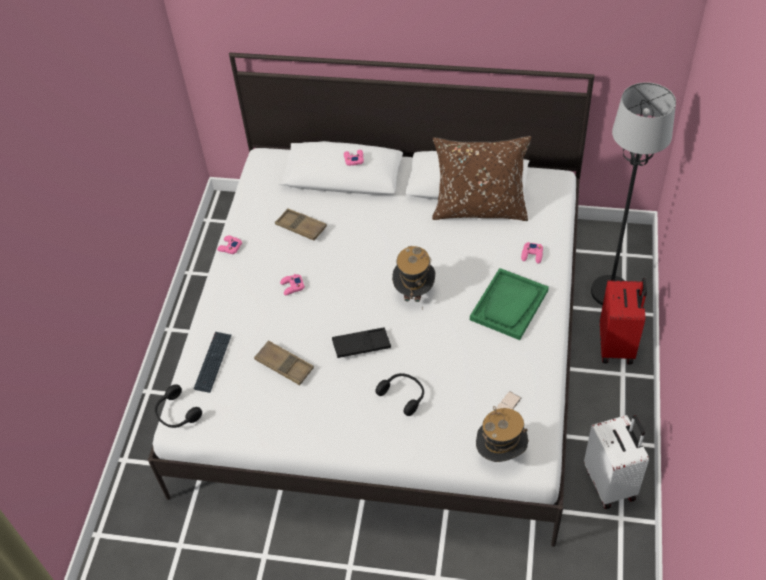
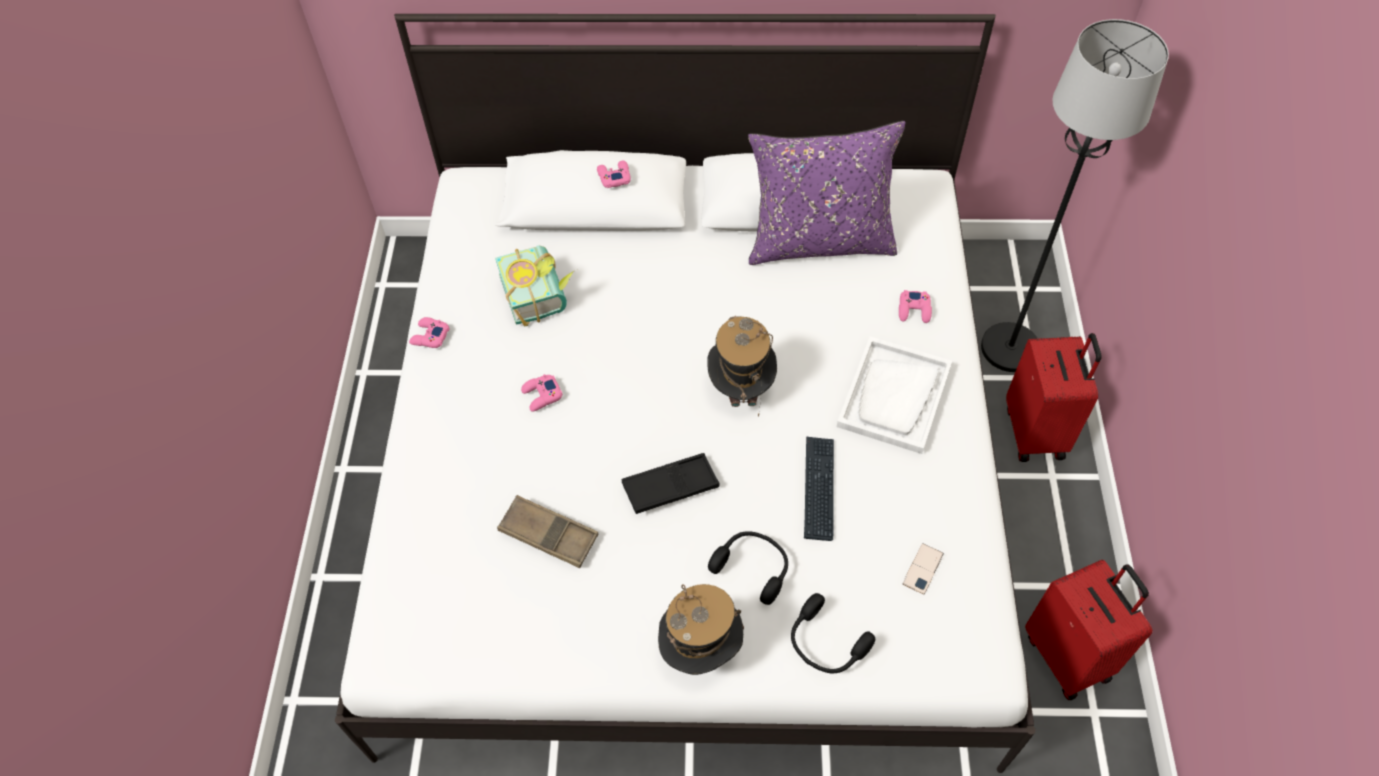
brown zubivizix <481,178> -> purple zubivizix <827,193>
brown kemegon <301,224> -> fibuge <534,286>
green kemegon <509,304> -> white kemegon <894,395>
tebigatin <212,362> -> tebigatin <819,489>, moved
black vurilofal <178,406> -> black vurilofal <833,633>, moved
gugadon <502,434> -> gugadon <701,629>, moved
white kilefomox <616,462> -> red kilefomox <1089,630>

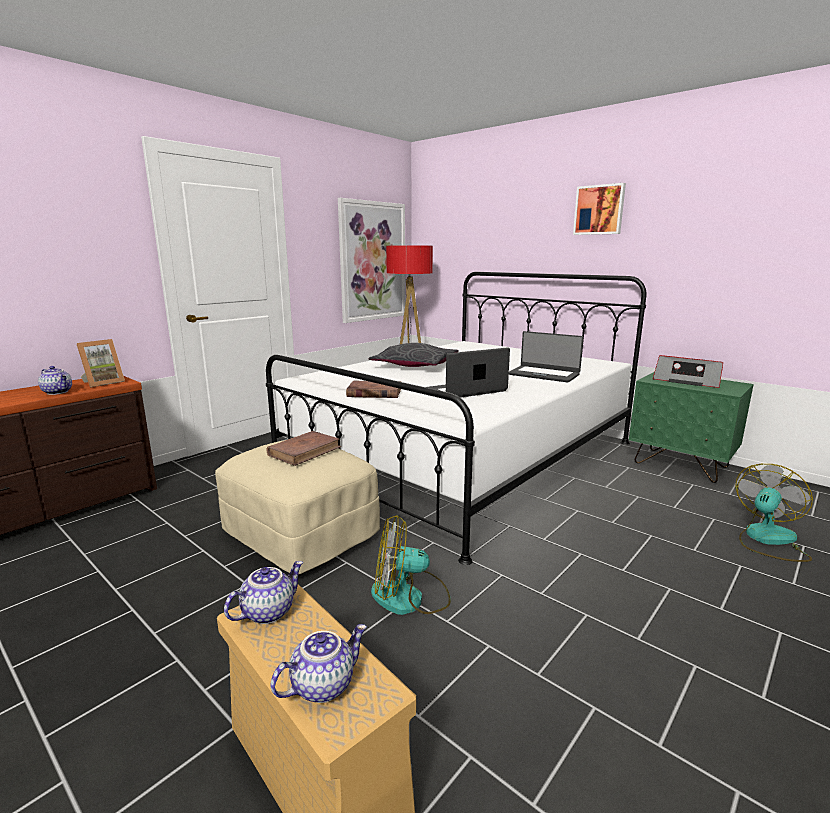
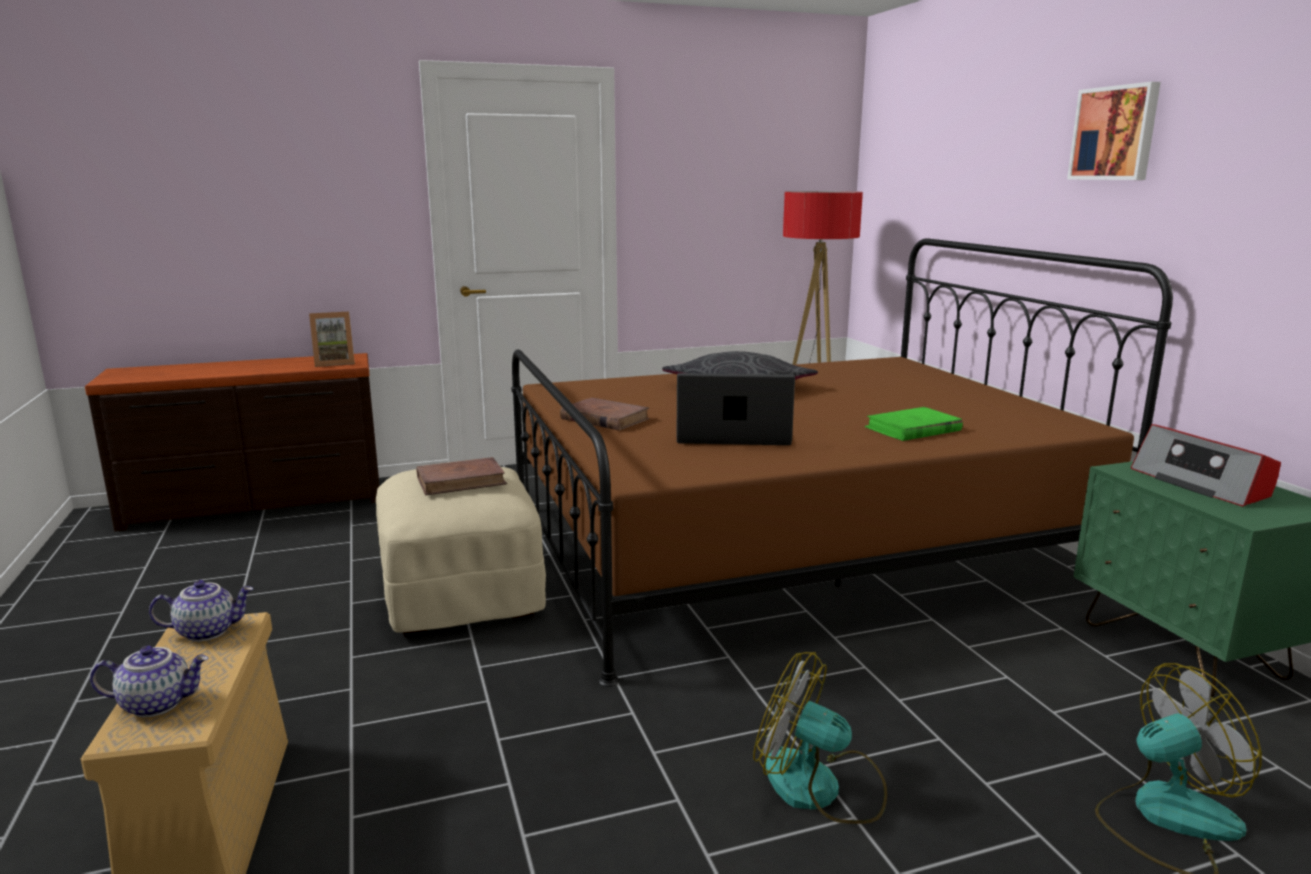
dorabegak <371,260> -> none
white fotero <456,418> -> brown fotero <842,462>
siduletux <546,356> -> green fibuge <914,424>
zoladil <55,380> -> none
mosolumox <411,565> -> mosolumox <820,738>, moved

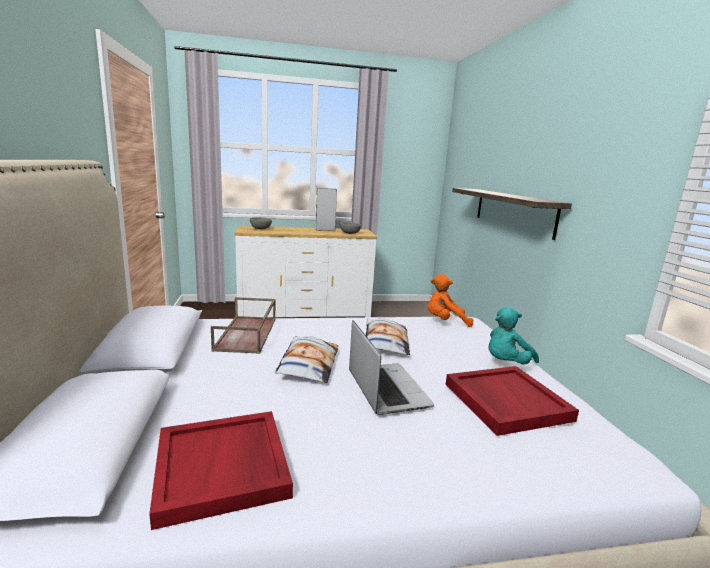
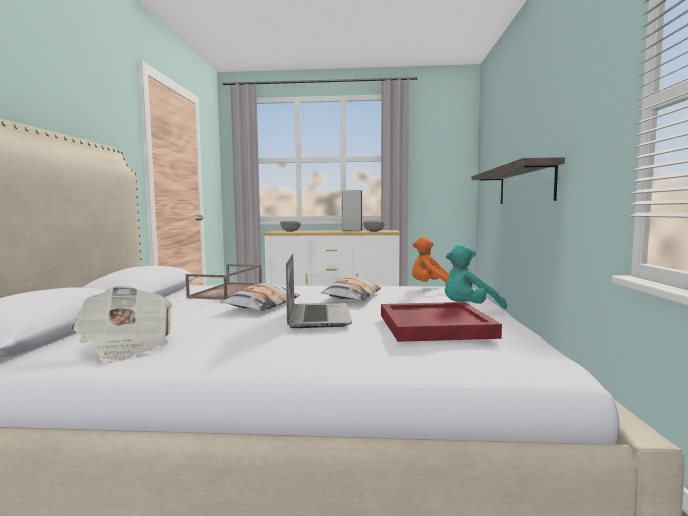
red kemegon <221,470> -> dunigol <122,324>

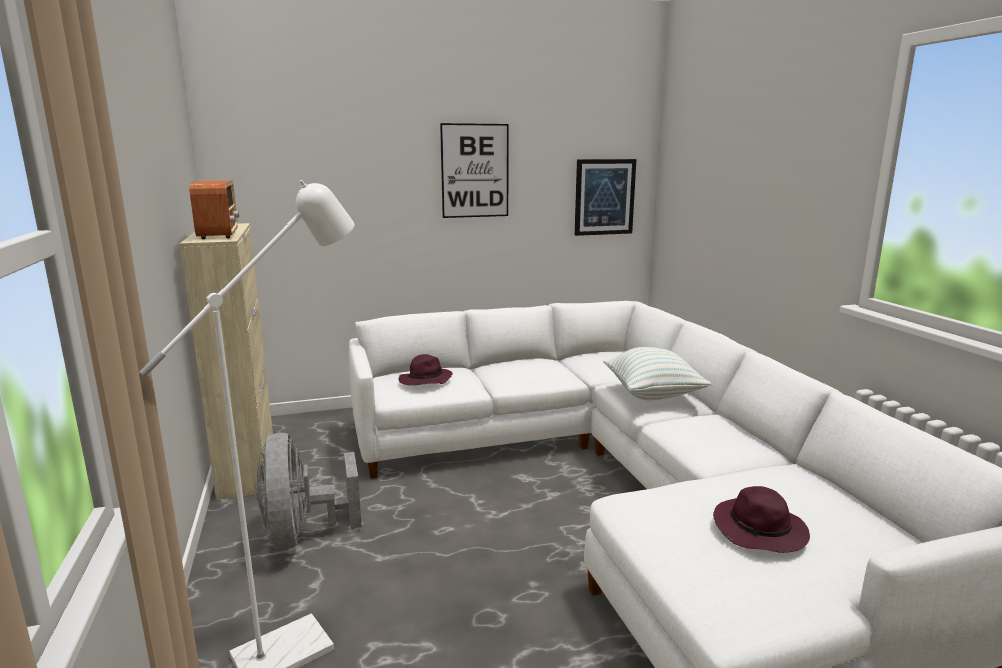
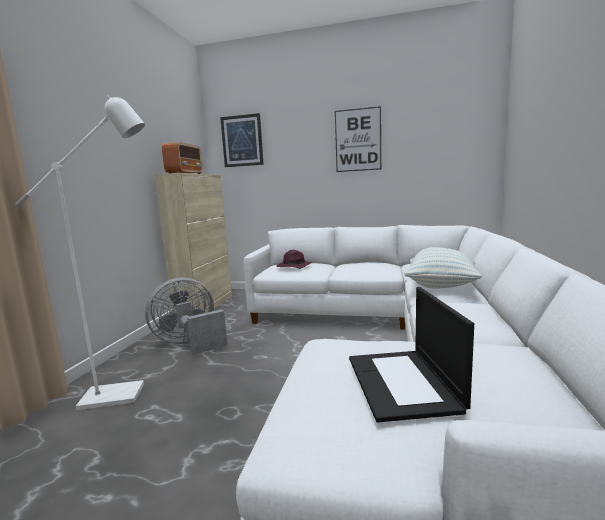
dorabegak <605,197> -> dorabegak <242,140>, moved
grey mosolumox <309,491> -> grey mosolumox <186,316>, 45 degrees clockwise
purple gugadon <761,519> -> siduletux <411,355>

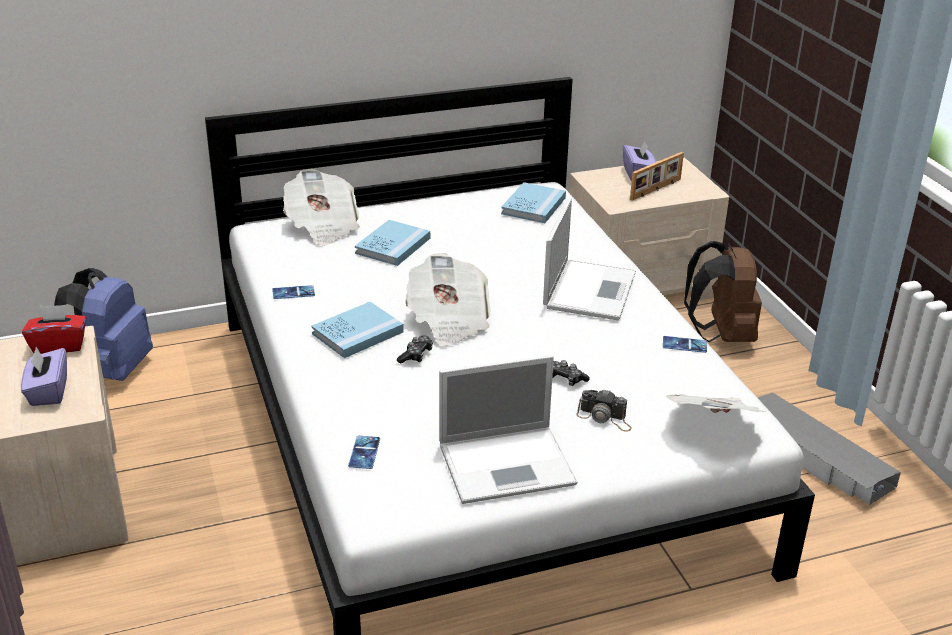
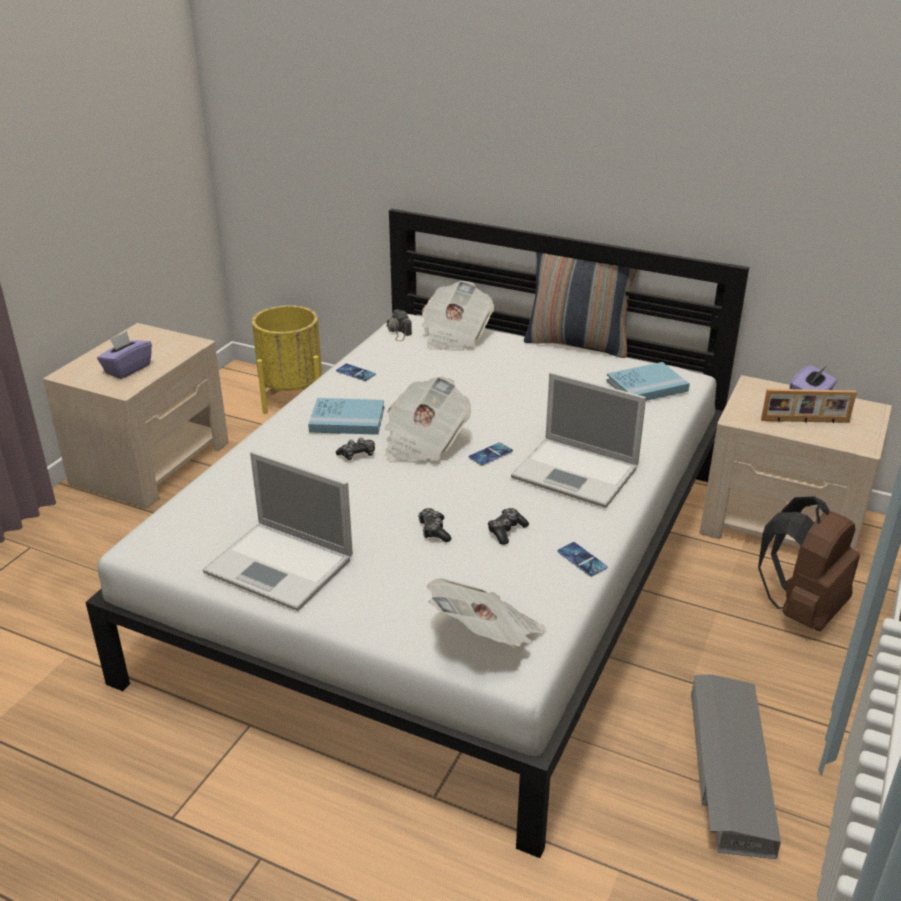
siduletux <589,259> -> siduletux <578,440>, 60 degrees clockwise
blue fibuge <392,243> -> none
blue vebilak <103,324> -> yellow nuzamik <287,359>
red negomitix <54,329> -> none
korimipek <604,410> -> korimipek <399,325>, moved
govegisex <364,452> -> govegisex <491,453>, moved
none -> zubivizix <581,305>
none -> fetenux <508,526>

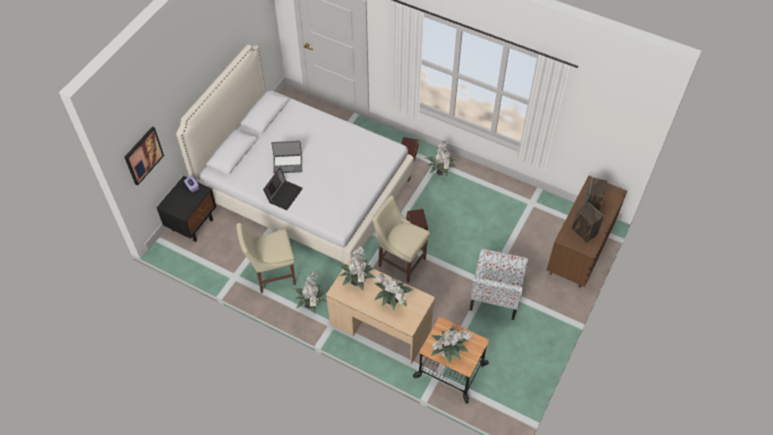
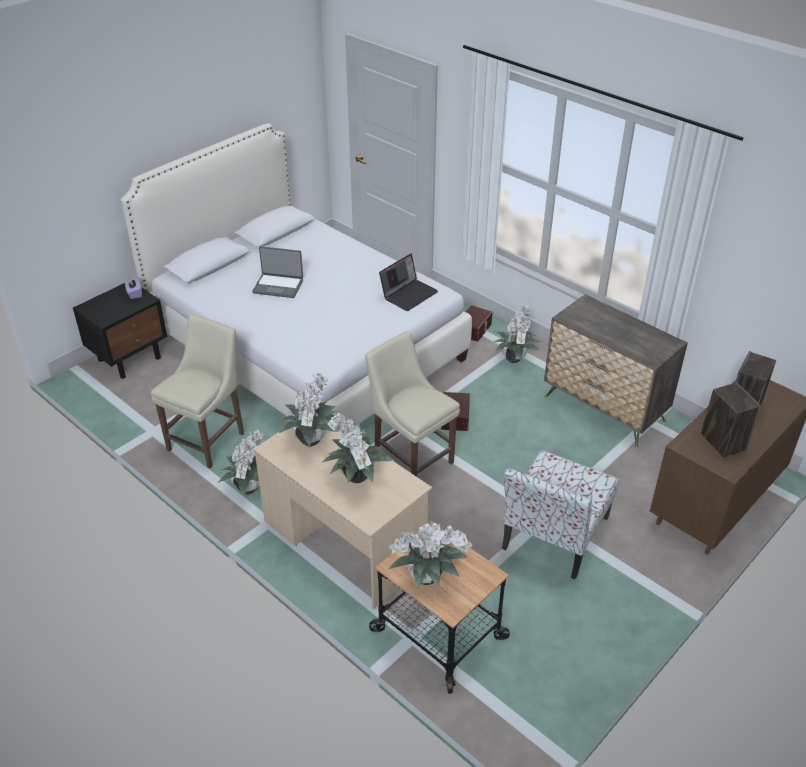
dorabegak <144,156> -> none
siduletux <283,189> -> siduletux <408,282>, moved
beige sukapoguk <266,258> -> beige sukapoguk <197,391>, 120 degrees clockwise
none -> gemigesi <616,371>

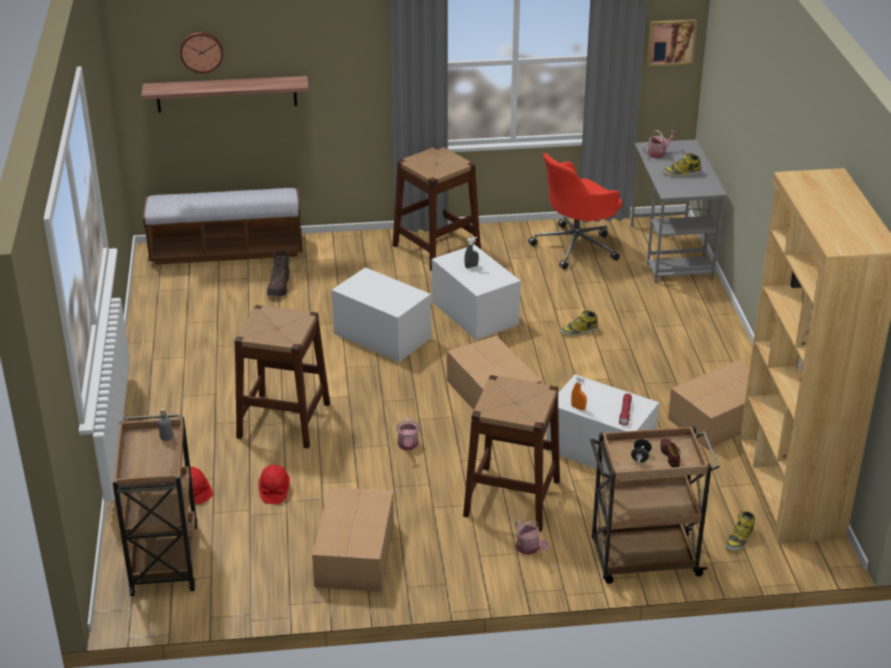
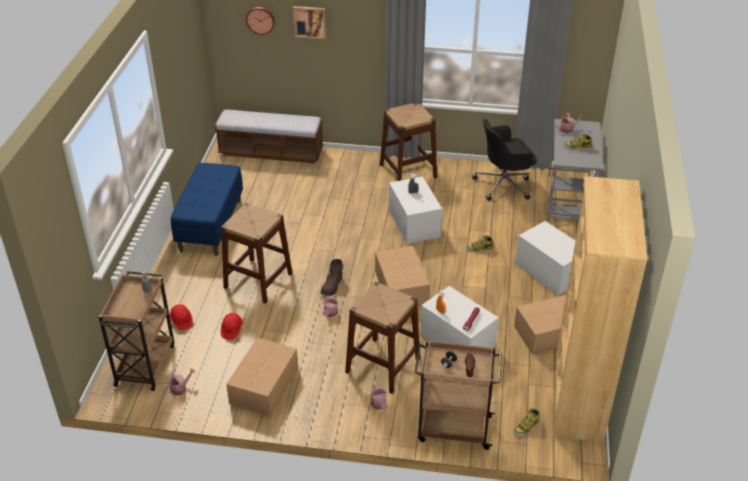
dorabegak <672,42> -> dorabegak <309,23>, moved
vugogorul <225,94> -> none
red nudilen <575,211> -> black nudilen <504,160>
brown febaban <279,273> -> brown febaban <332,277>, moved
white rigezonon <381,314> -> white rigezonon <545,258>, moved
none -> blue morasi <207,209>
none -> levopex <179,382>

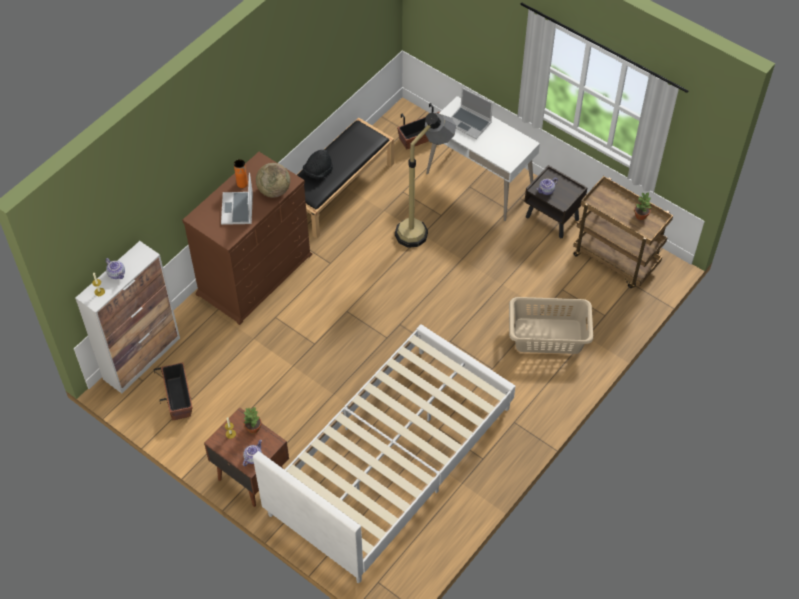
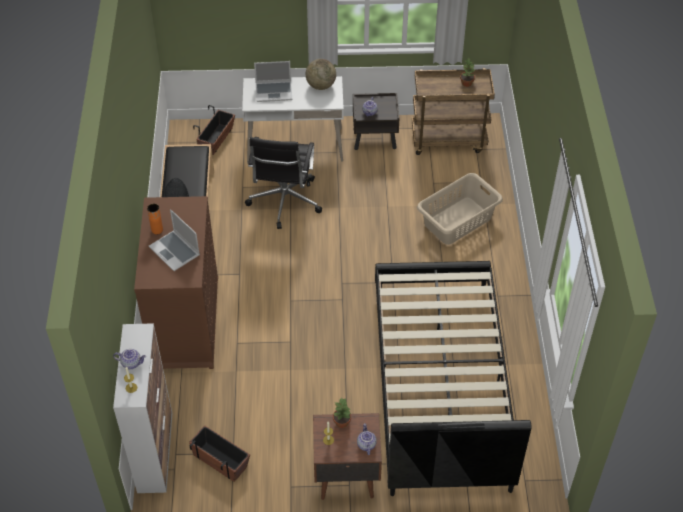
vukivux <425,180> -> black nudilen <283,183>
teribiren <273,180> -> teribiren <321,74>, moved
white fotero <384,453> -> black fotero <453,378>

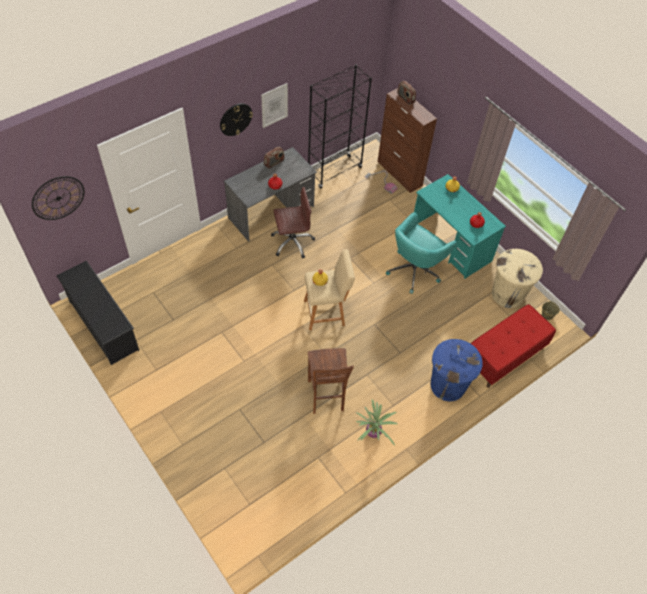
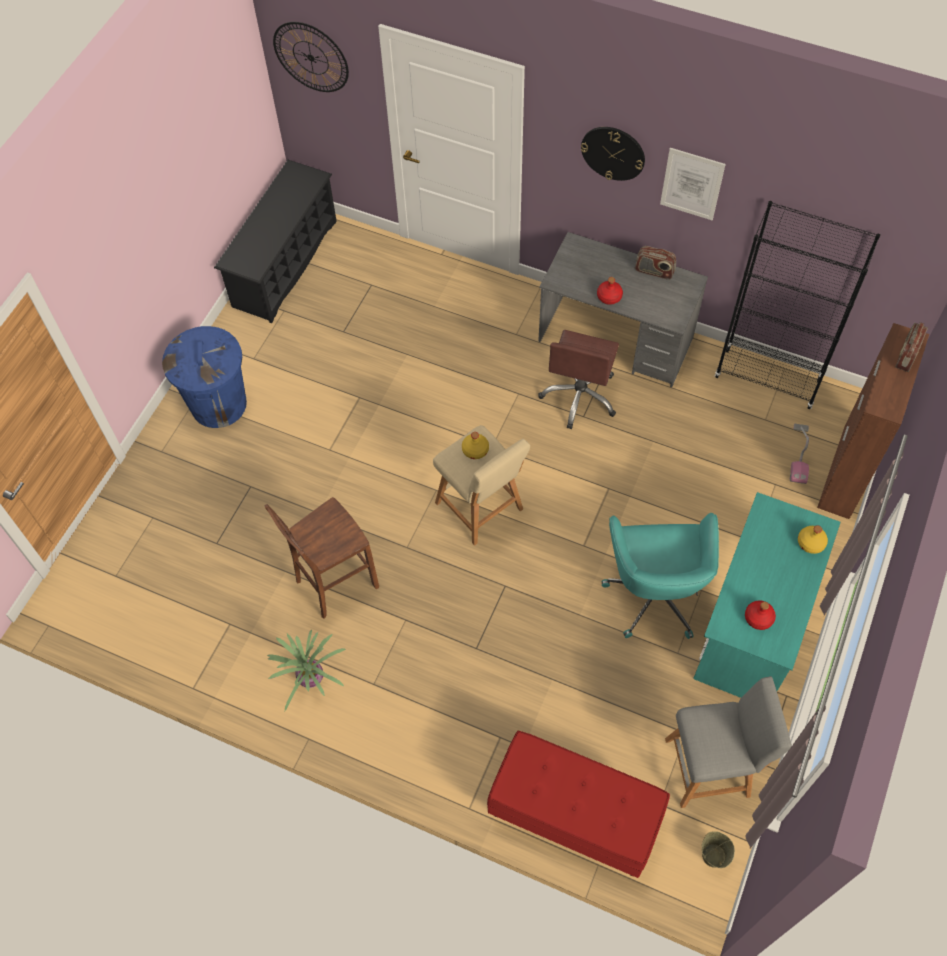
brown nudilen <293,223> -> brown nudilen <578,379>, 60 degrees clockwise
turquoise nudilen <421,253> -> turquoise nudilen <660,576>, 105 degrees counterclockwise
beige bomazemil <517,278> -> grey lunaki <728,742>
blue bomazemil <456,370> -> blue bomazemil <204,377>, moved

